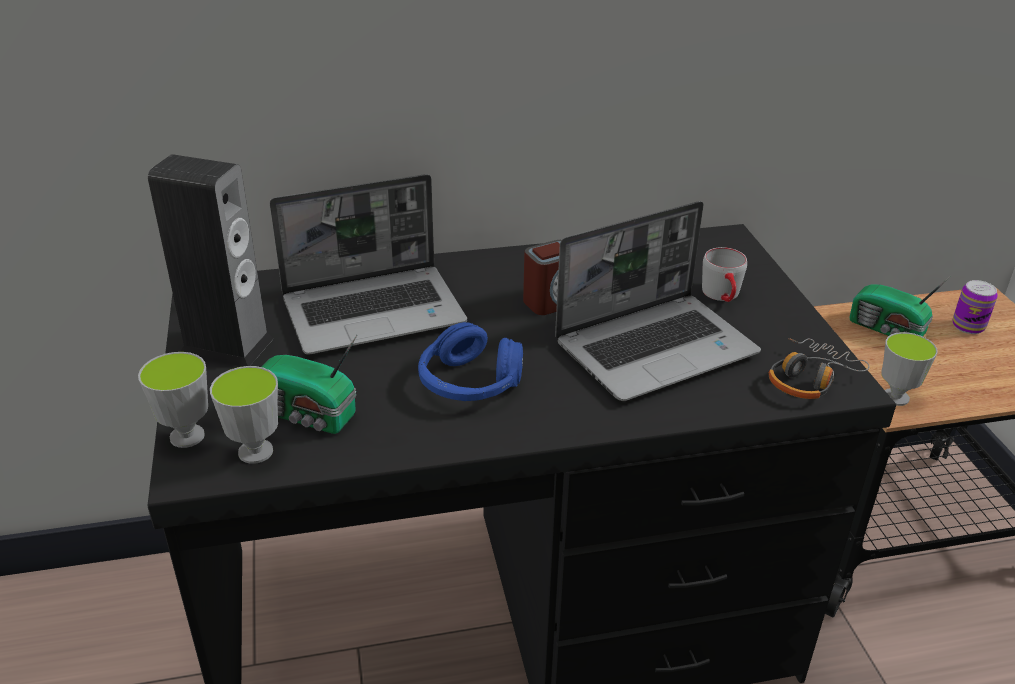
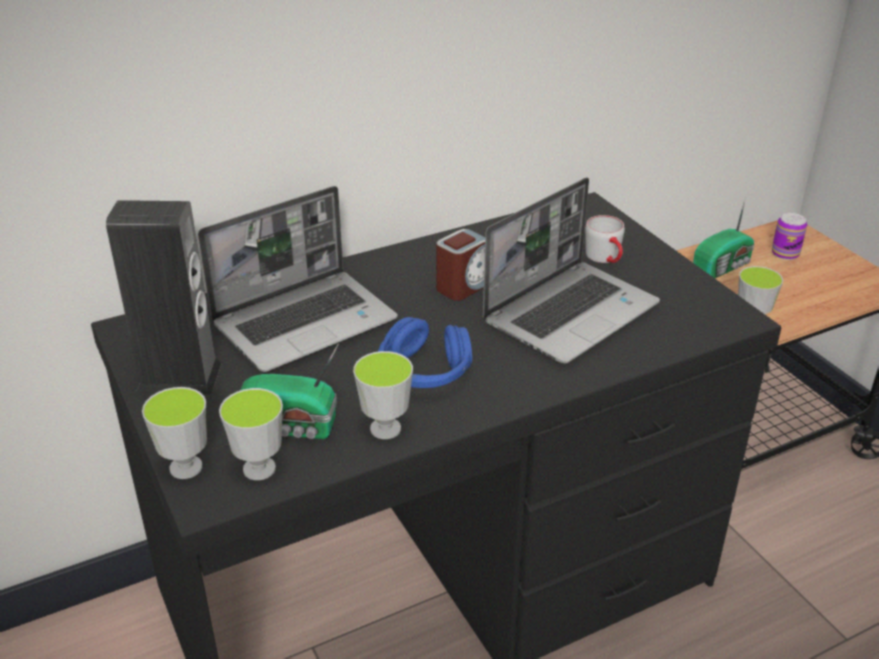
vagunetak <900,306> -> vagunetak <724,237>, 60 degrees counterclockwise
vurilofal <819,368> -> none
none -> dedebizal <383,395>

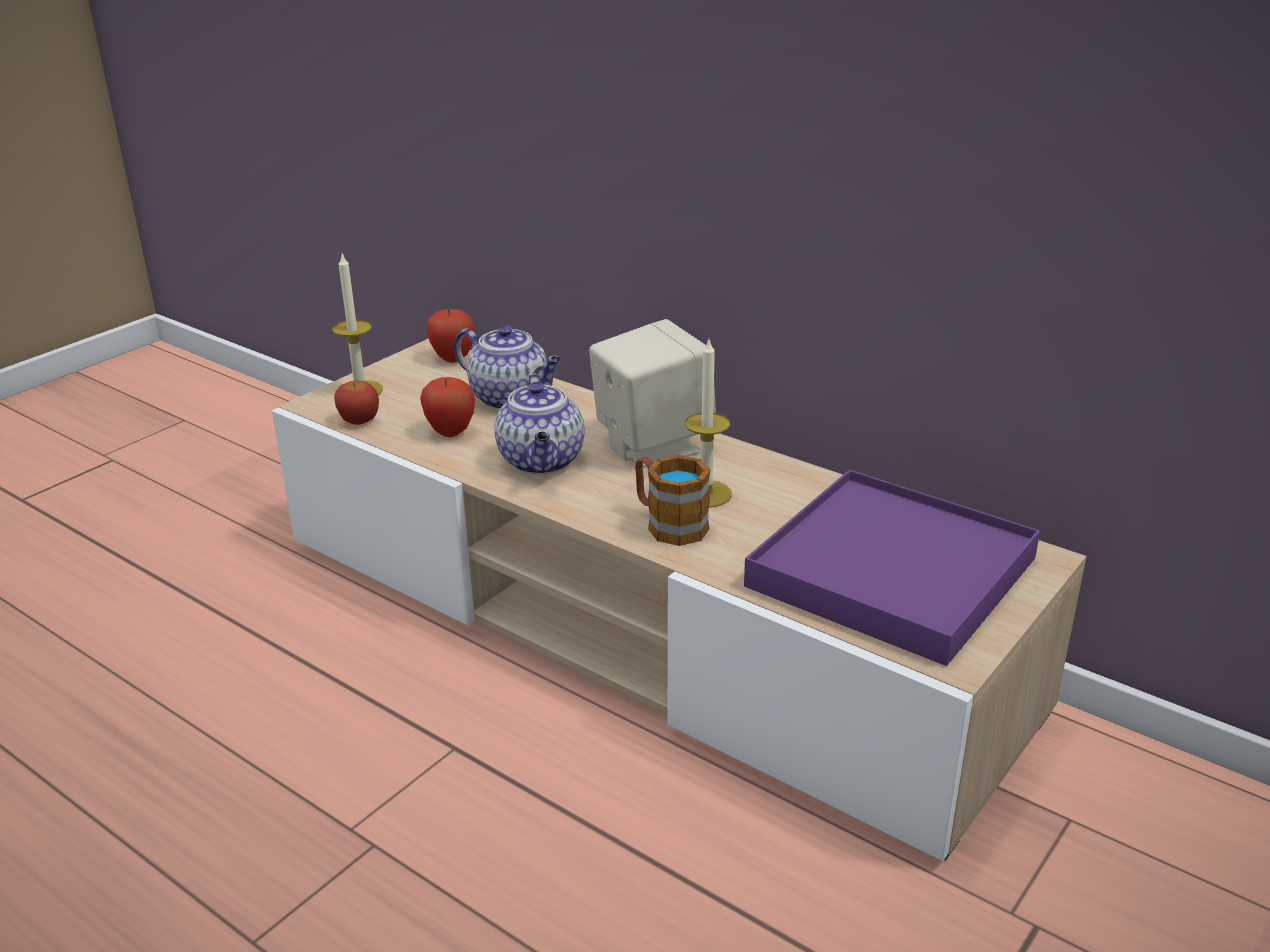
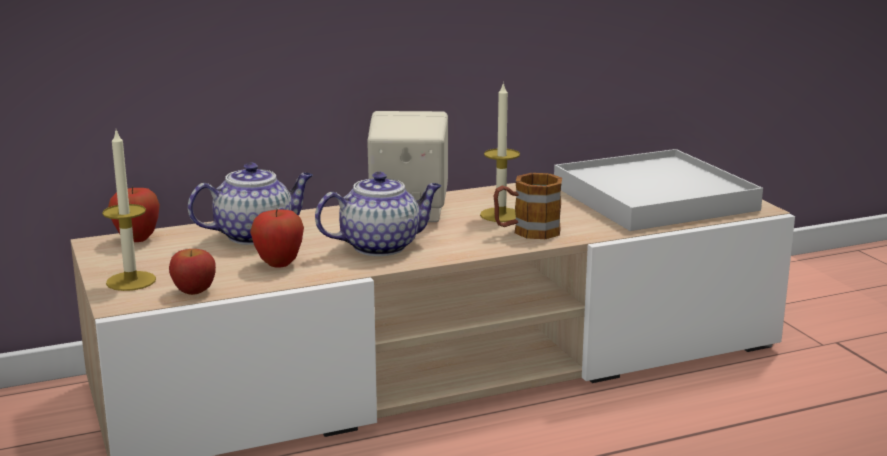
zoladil <539,424> -> zoladil <378,214>, 45 degrees counterclockwise
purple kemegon <892,568> -> white kemegon <658,190>

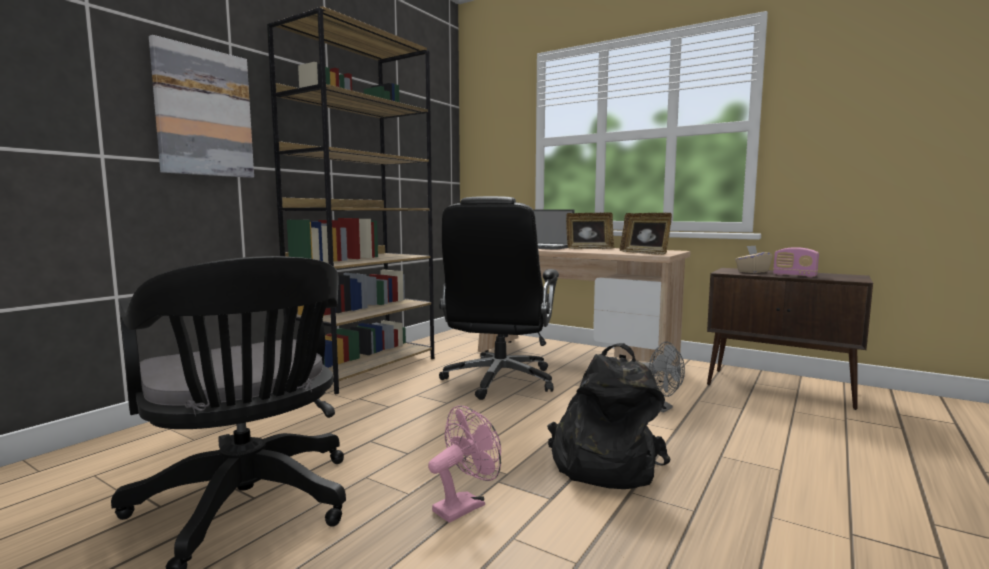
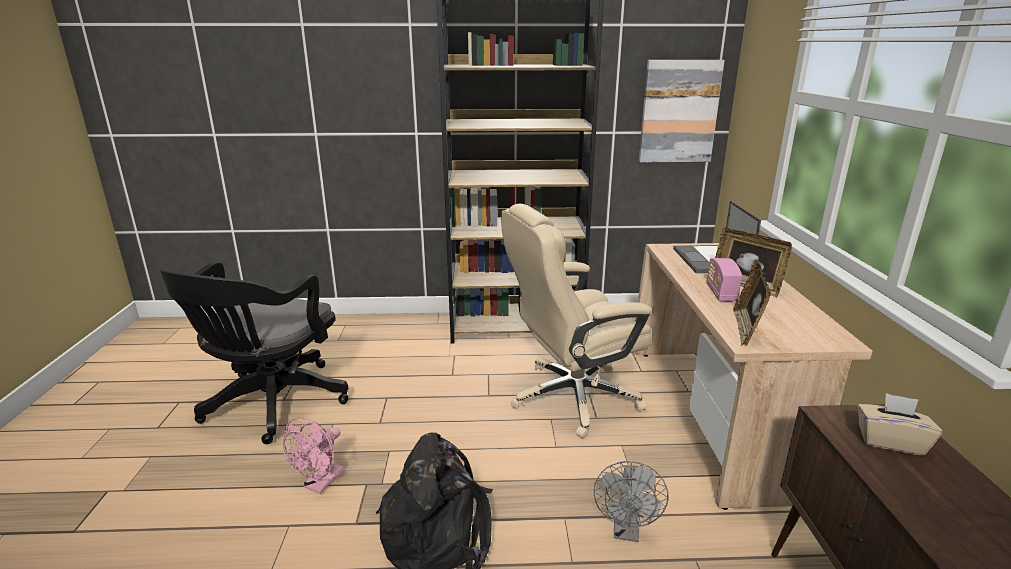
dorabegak <201,106> -> dorabegak <682,111>, moved
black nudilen <499,298> -> beige nudilen <576,321>
vagunetak <796,262> -> vagunetak <724,280>, moved
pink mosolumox <464,464> -> pink mosolumox <314,455>, 105 degrees clockwise

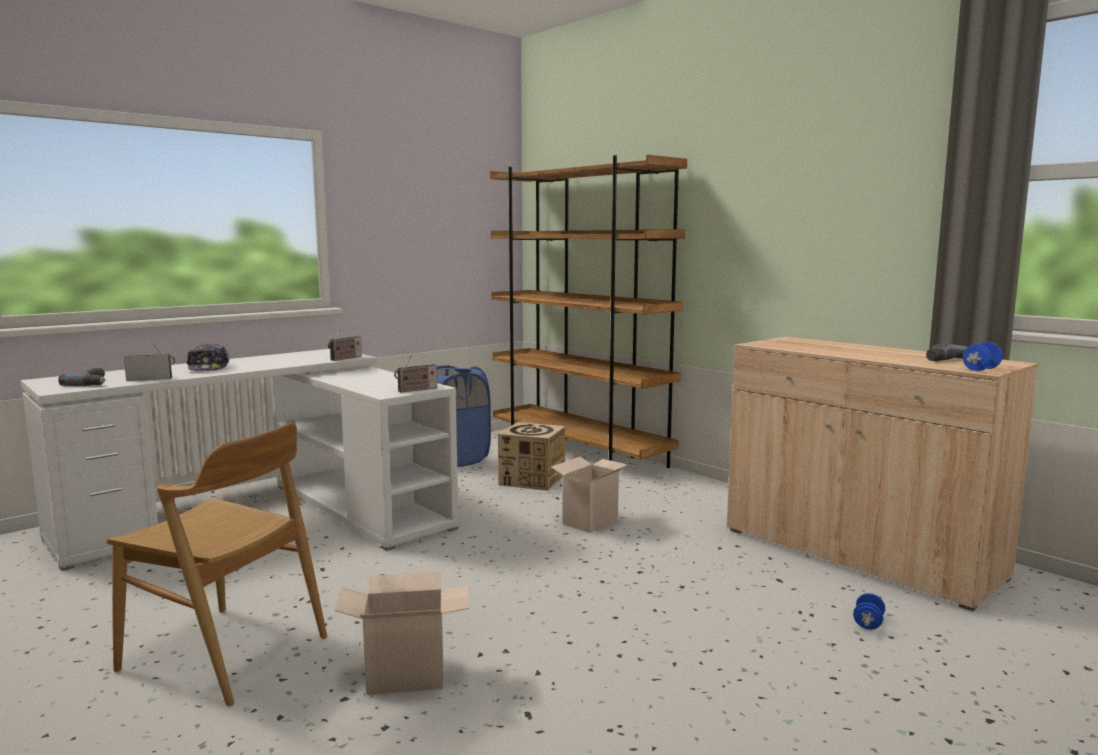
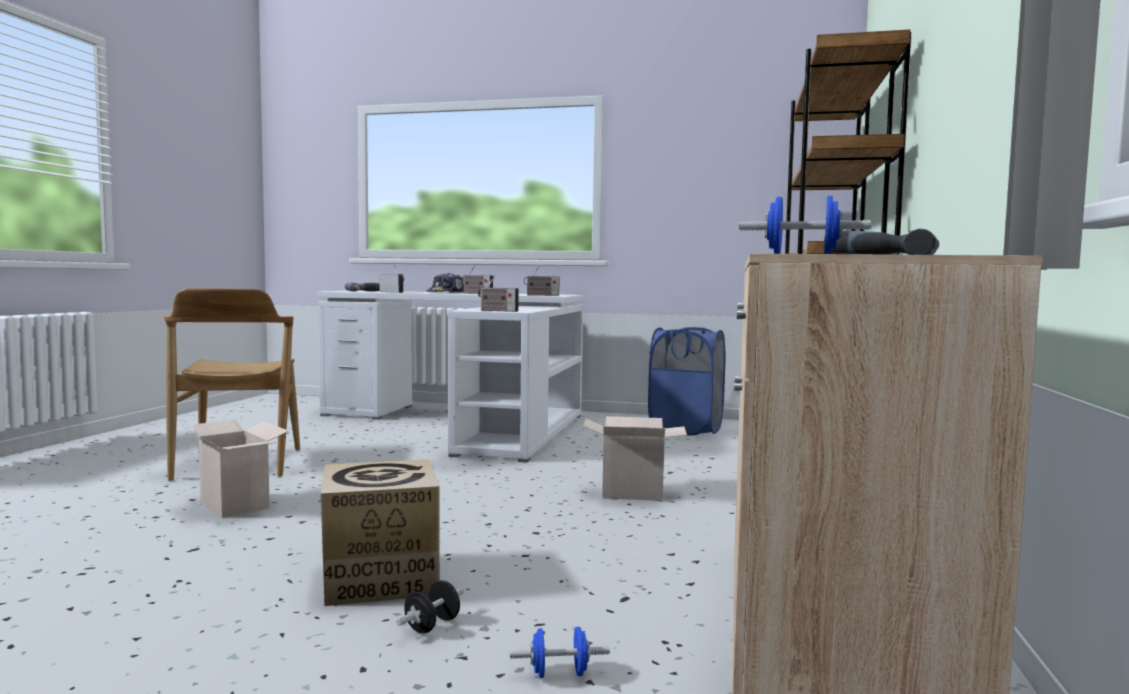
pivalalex <531,456> -> pivalalex <380,532>, moved
none -> vagunetak <477,279>
none -> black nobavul <430,607>

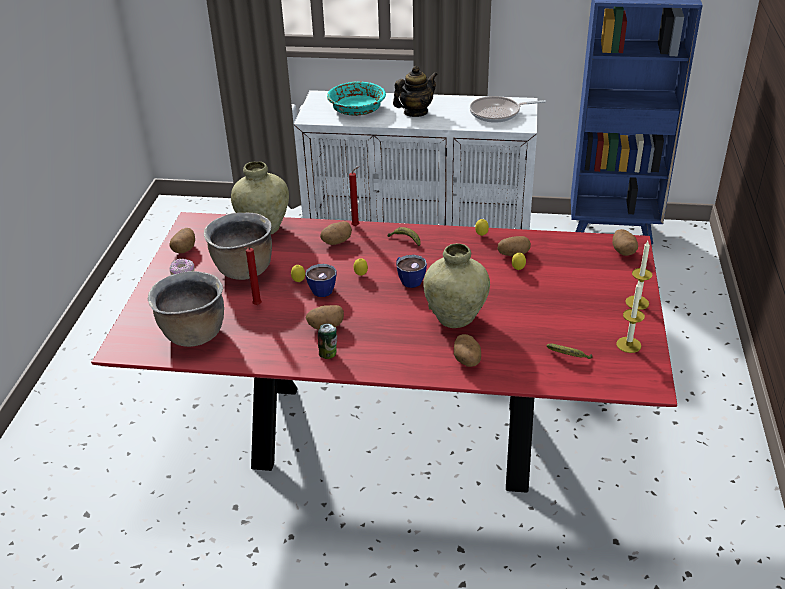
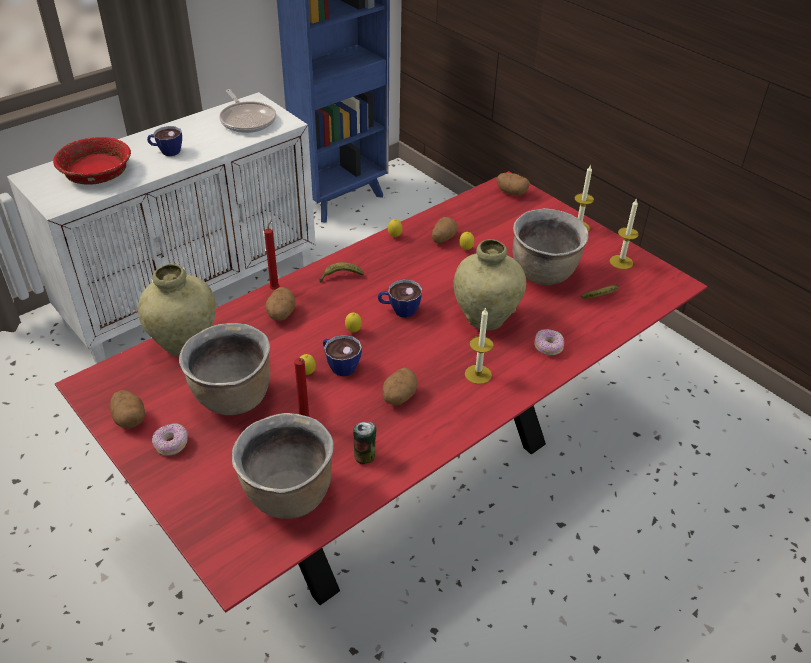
zoladil <415,91> -> dedebizal <164,141>
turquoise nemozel <356,98> -> red nemozel <92,161>
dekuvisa <508,109> -> dekuvisa <247,111>, 60 degrees counterclockwise
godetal <327,341> -> godetal <364,443>, moved
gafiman <467,350> -> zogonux <549,342>
none -> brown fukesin <551,246>
none -> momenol <479,345>

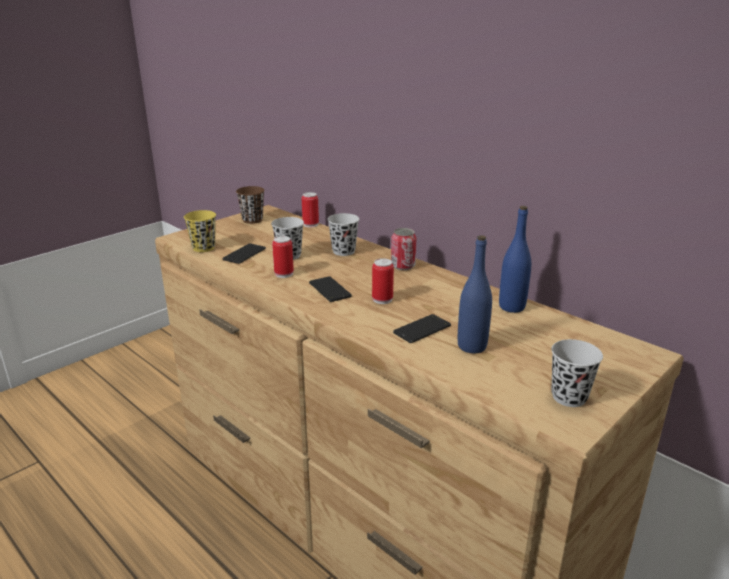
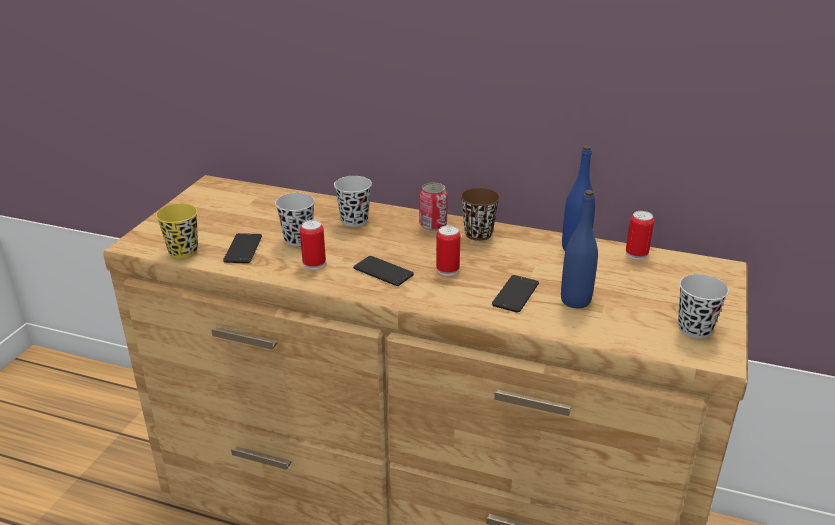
brown dedebizal <250,205> -> brown dedebizal <480,214>, moved
godetal <310,209> -> godetal <640,235>, moved

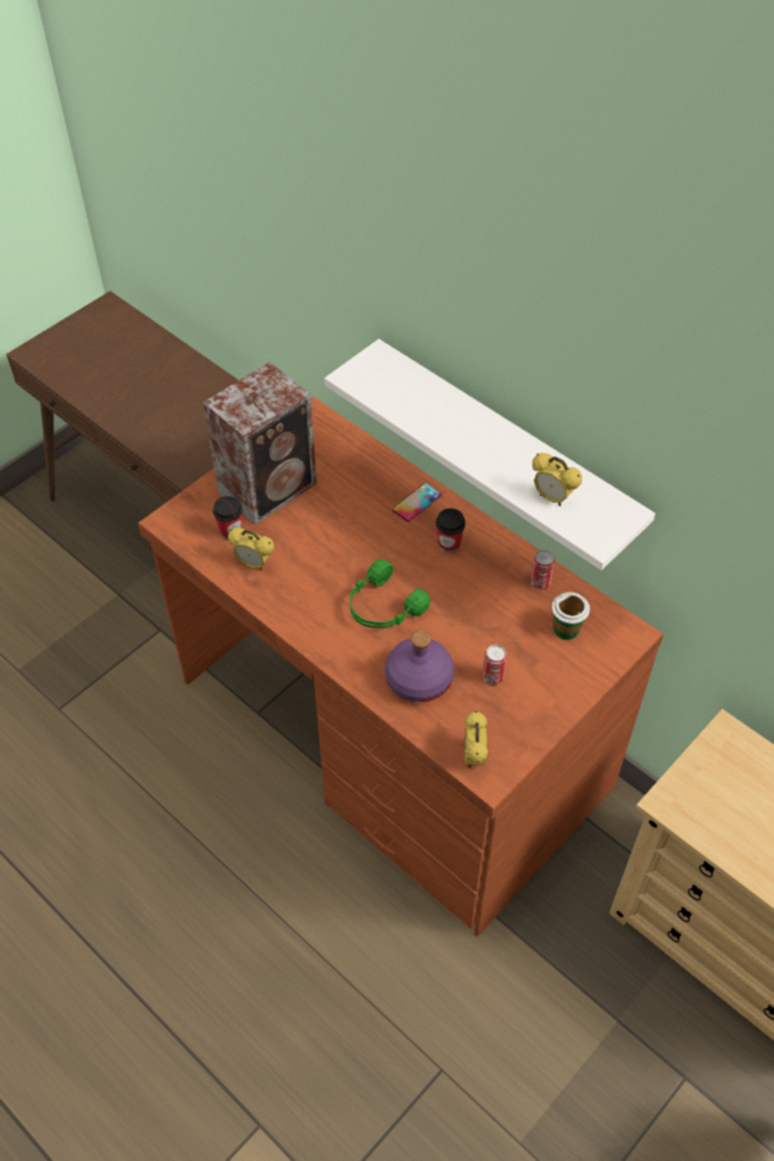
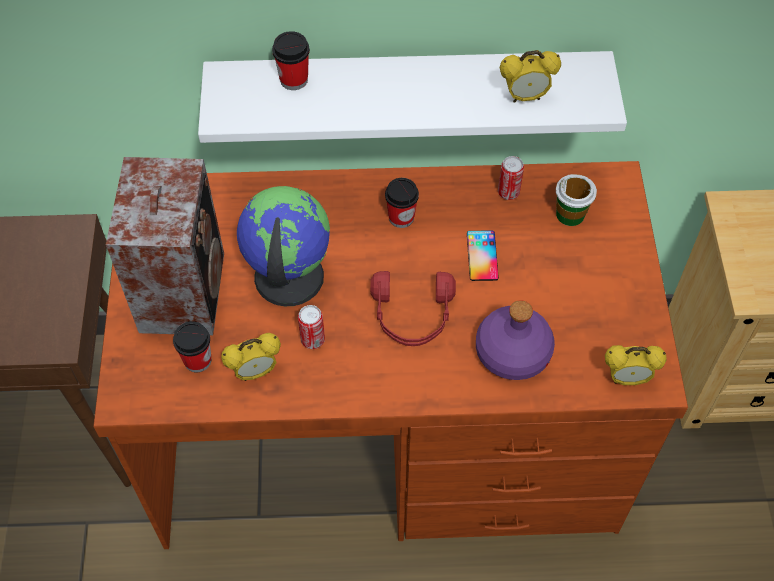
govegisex <417,502> -> govegisex <483,255>, moved
green vurilofal <390,593> -> red vurilofal <413,308>
godetal <494,665> -> godetal <311,327>, moved
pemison <476,739> -> pemison <636,365>, 45 degrees counterclockwise
none -> dedebizal <291,60>
none -> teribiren <283,246>

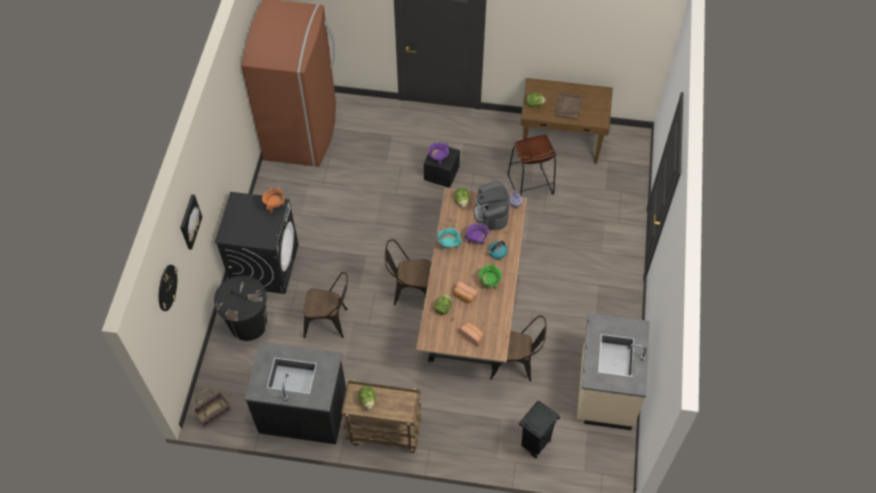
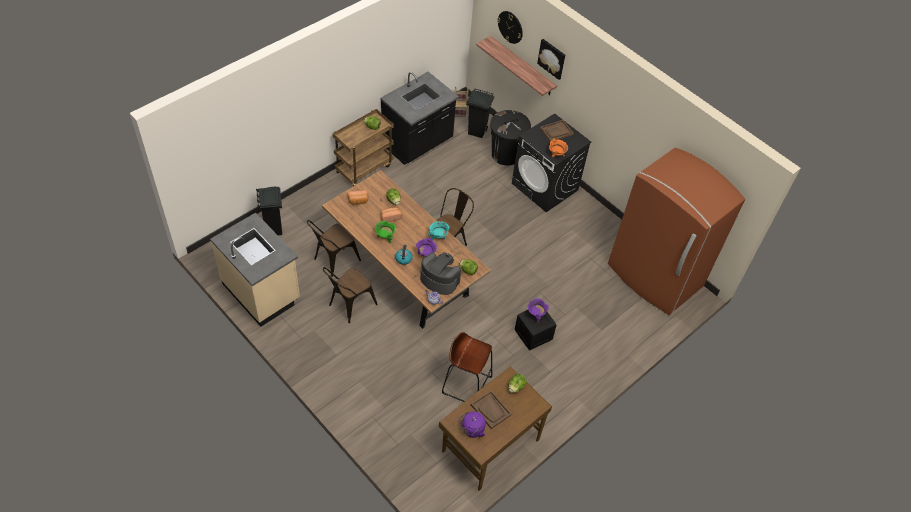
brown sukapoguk <326,305> -> brown sukapoguk <350,295>, moved
none -> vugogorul <516,66>
none -> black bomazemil <480,113>
none -> brown kemegon <557,131>
none -> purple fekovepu <472,424>

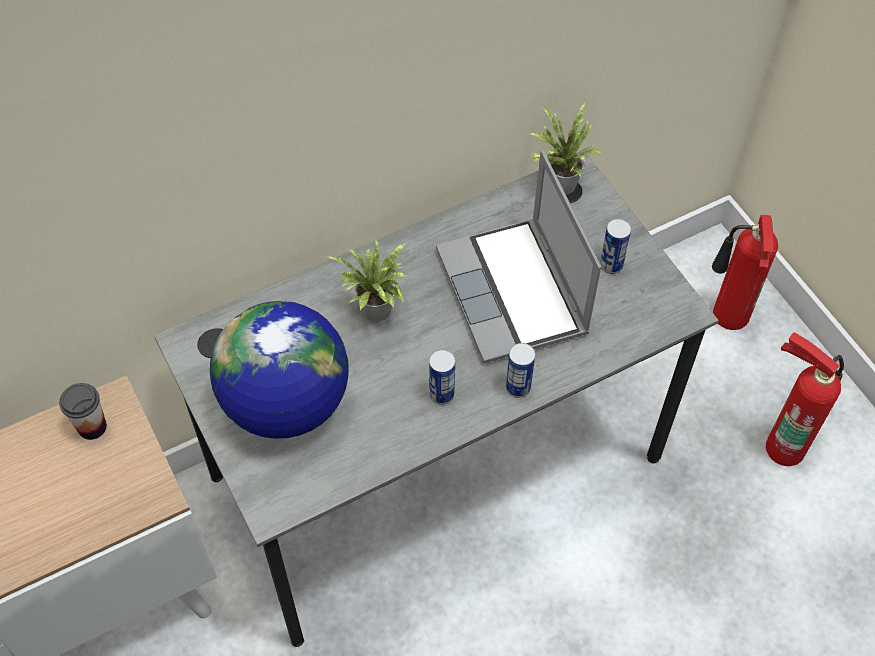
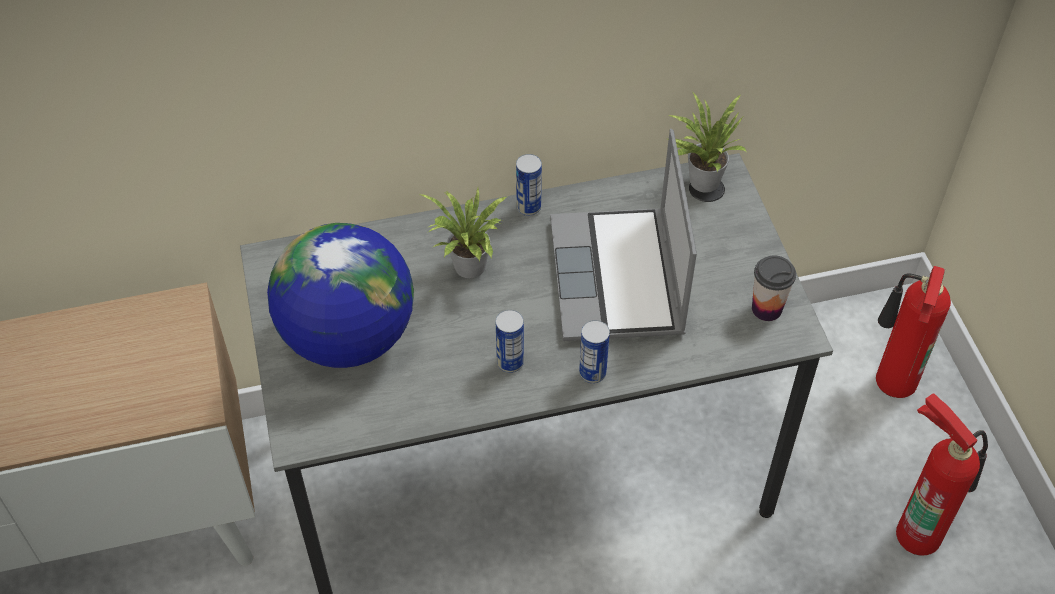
godetal <615,246> -> godetal <529,185>, moved
dedebizal <83,411> -> dedebizal <774,288>, moved

